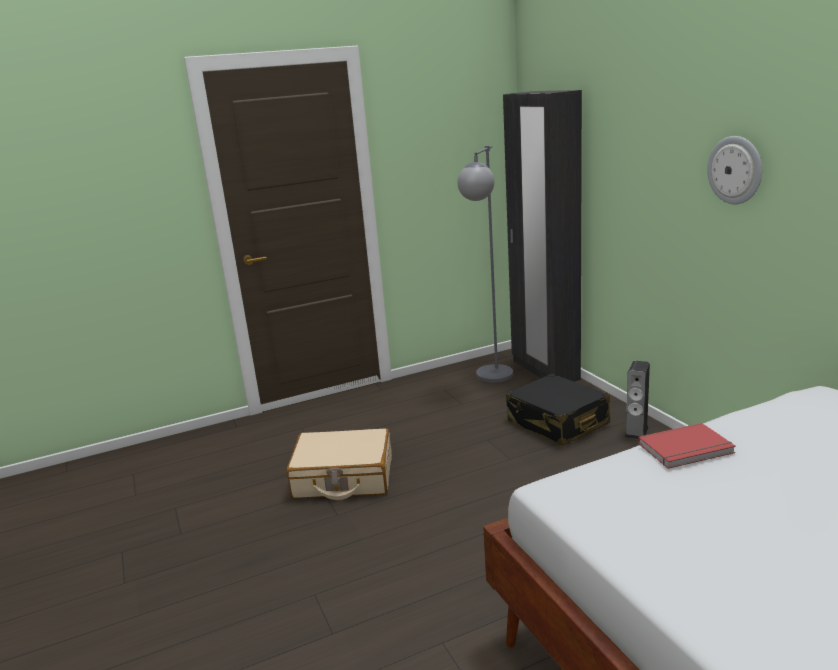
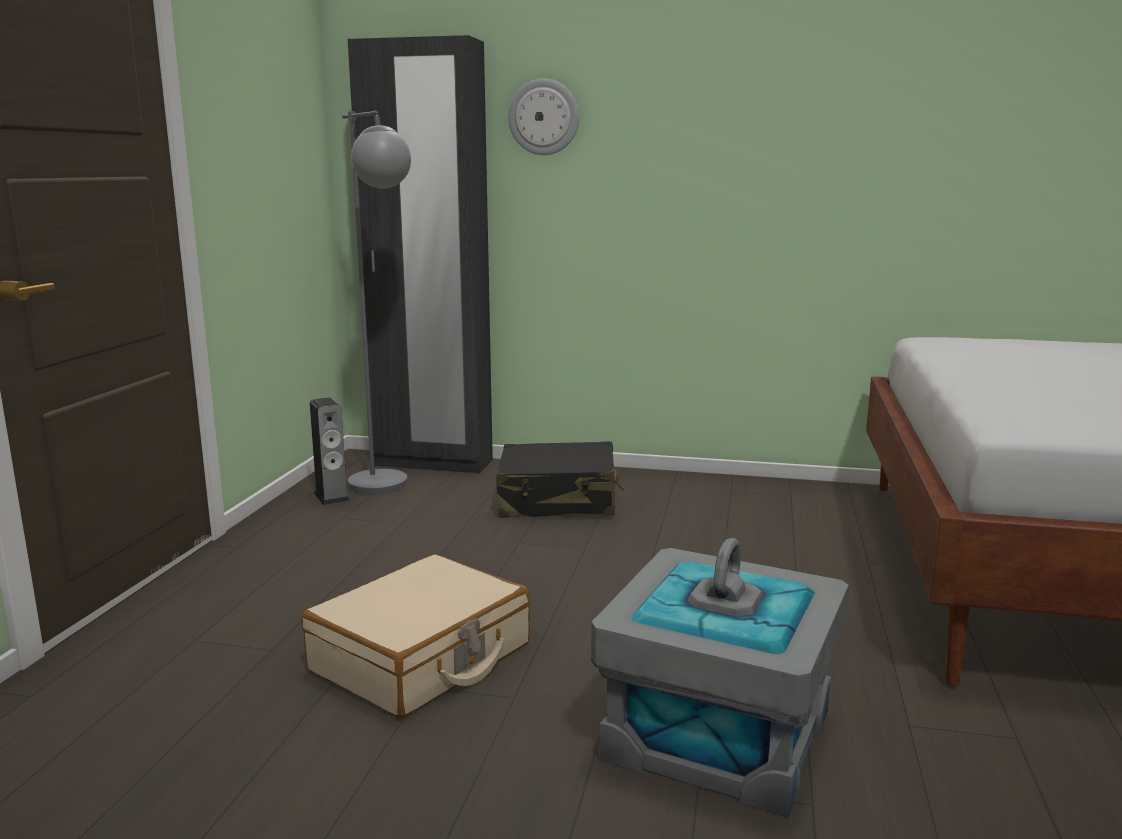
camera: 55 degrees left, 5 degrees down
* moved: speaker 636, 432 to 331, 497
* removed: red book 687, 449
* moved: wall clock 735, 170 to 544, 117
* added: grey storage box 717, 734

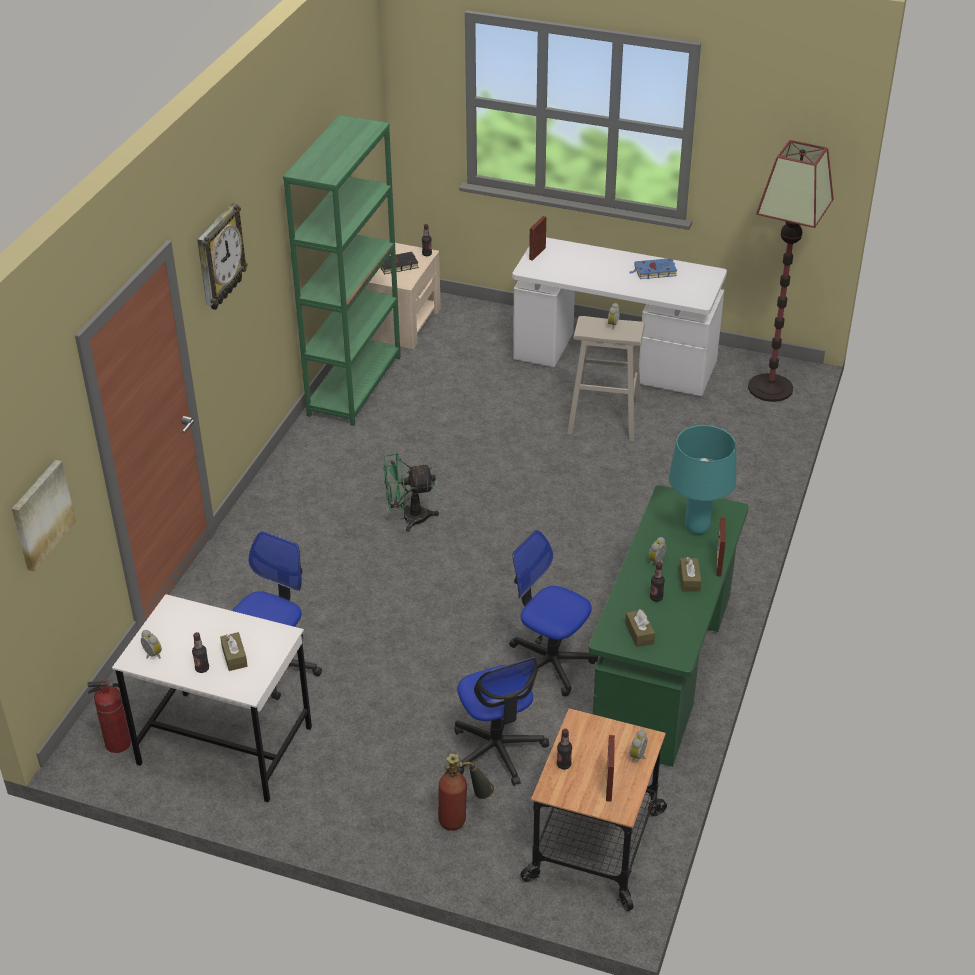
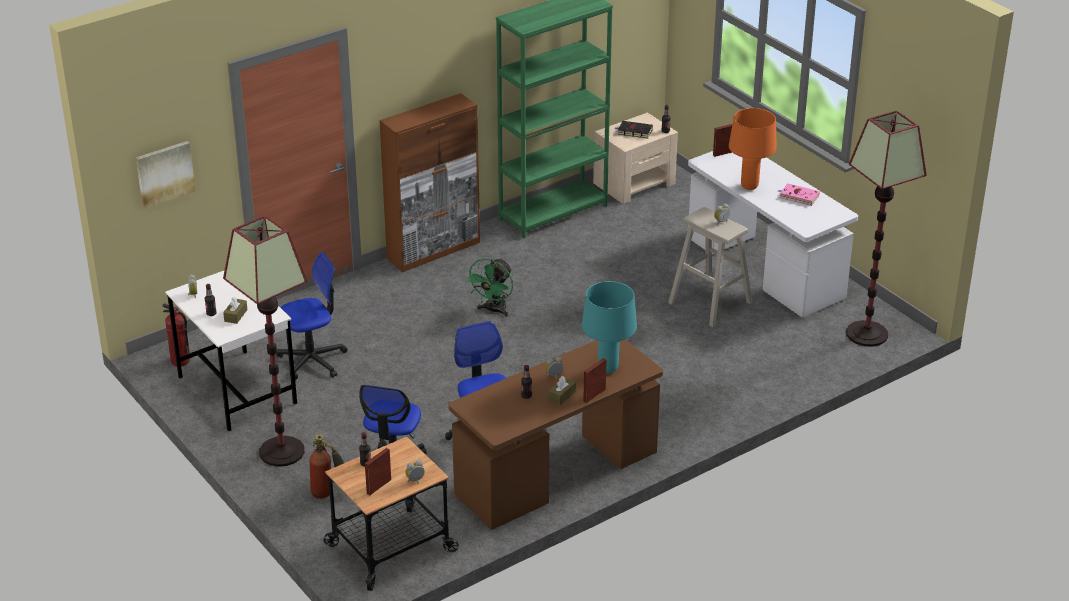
camera: 35 degrees right, 5 degrees down
* removed: wall clock 219, 257
* turned: green fan 408, 518 = 493, 310 90 degrees counterclockwise
* recoloured: green desk 664, 669 to brown desk 556, 475
* removed: brown tissue box 639, 633
* recoloured: blue book 654, 271 to pink book 798, 196
* added: floor lamp 281, 452
* added: brown cabinet 434, 250
* added: orange table lamp 749, 186

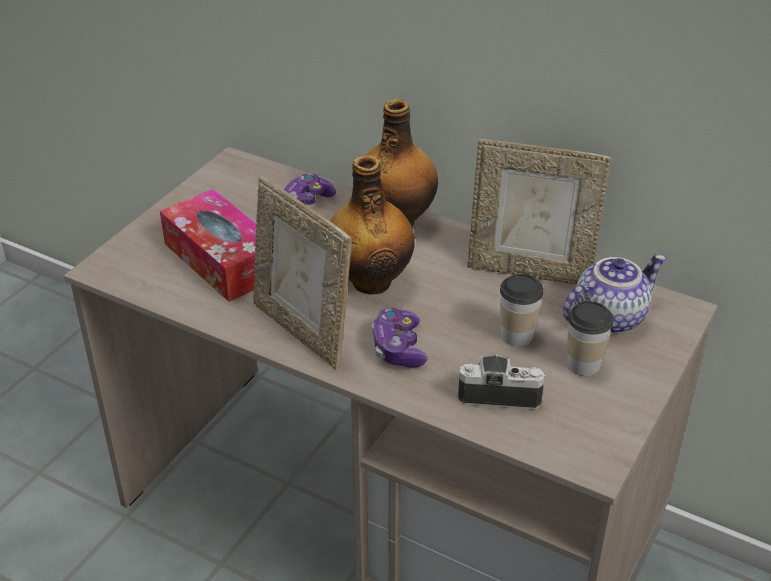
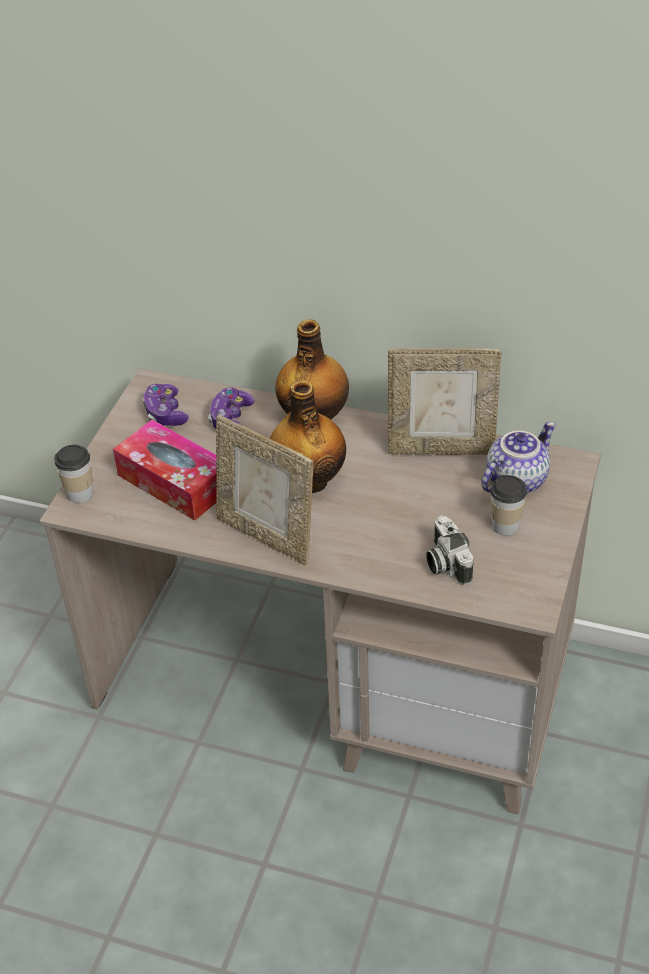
camera: 10 degrees left, 5 degrees up
* moved: game controller 398, 348 to 165, 413
* turned: photo camera 500, 394 = 445, 563 105 degrees counterclockwise
* moved: cup 517, 335 to 80, 493

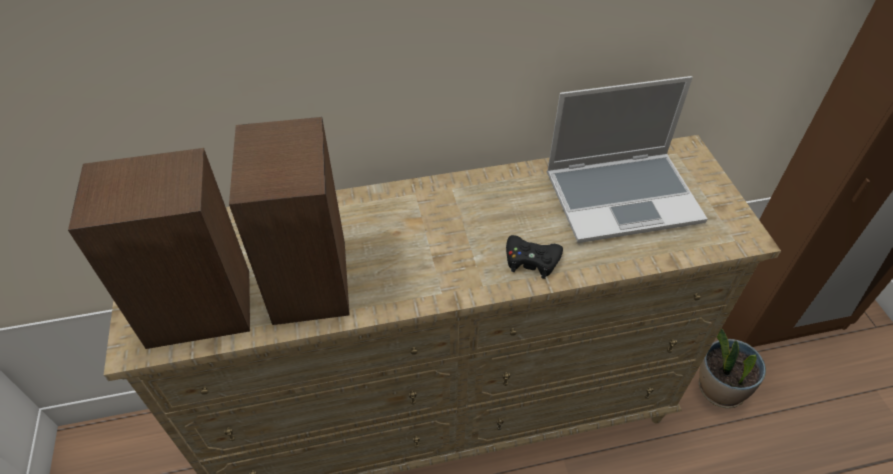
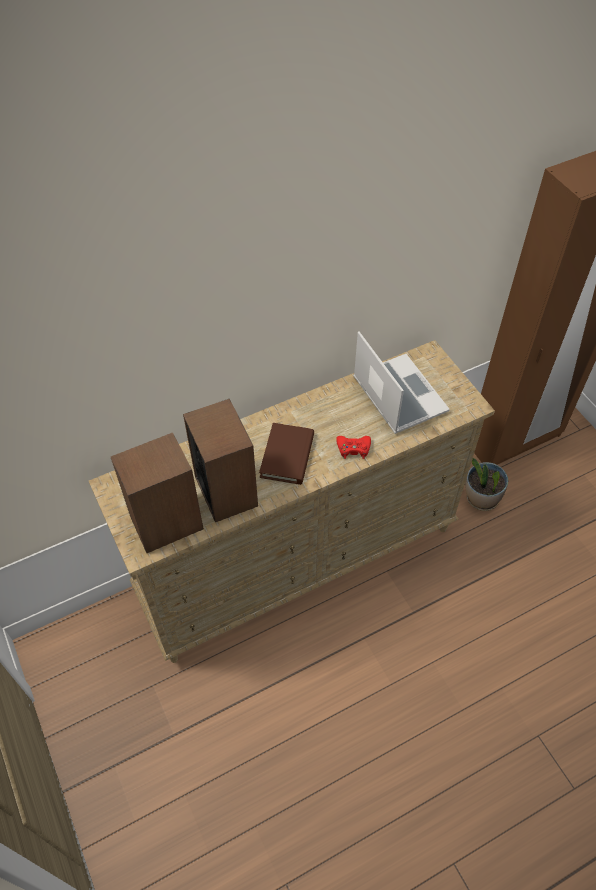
camera: 15 degrees left, 5 degrees up
* recoloured: black game controller 531, 260 to red game controller 353, 449
* turned: laptop 623, 197 = 397, 394 90 degrees counterclockwise
* added: brown book 287, 456

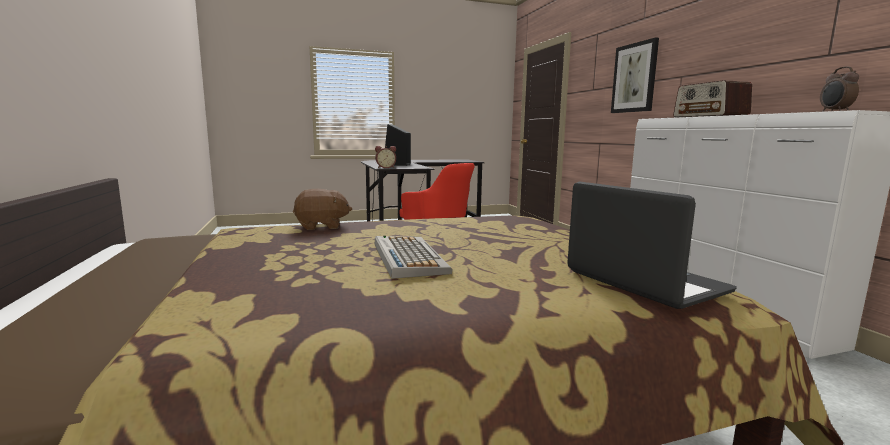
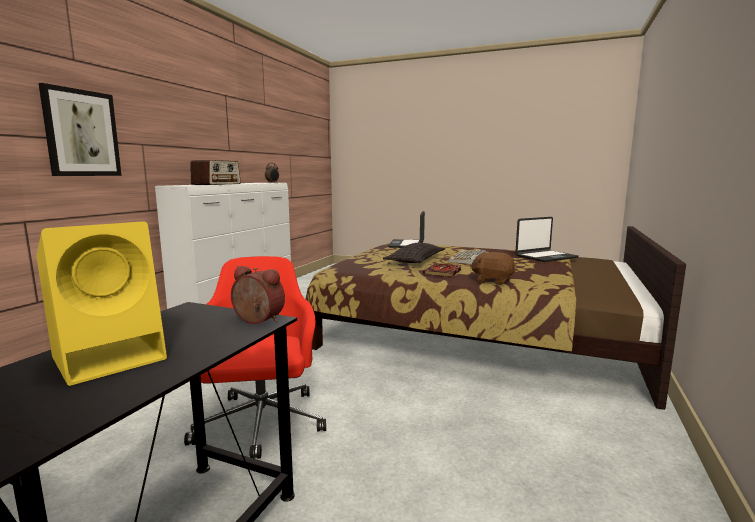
camera: 140 degrees left, 0 degrees up
* recoloured: black speaker 397, 164 to yellow speaker 113, 357
* added: pillow 415, 260
* added: book 443, 272
* added: laptop 545, 257

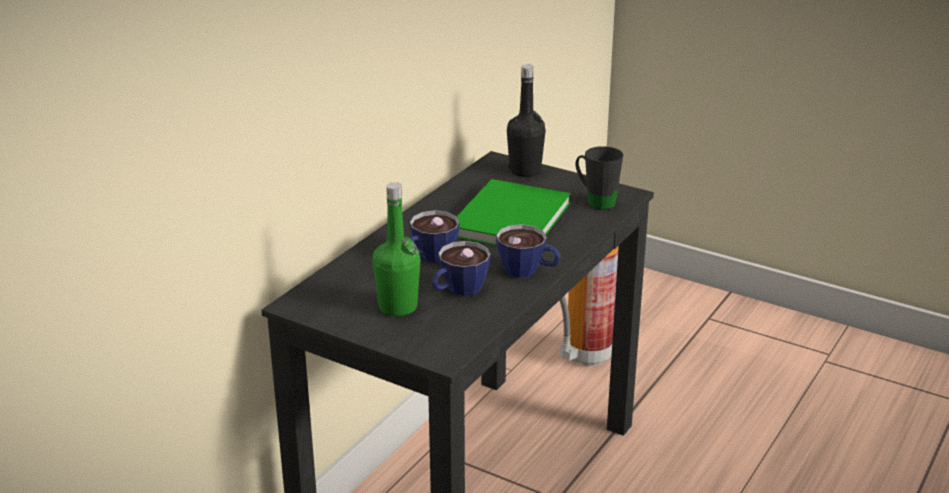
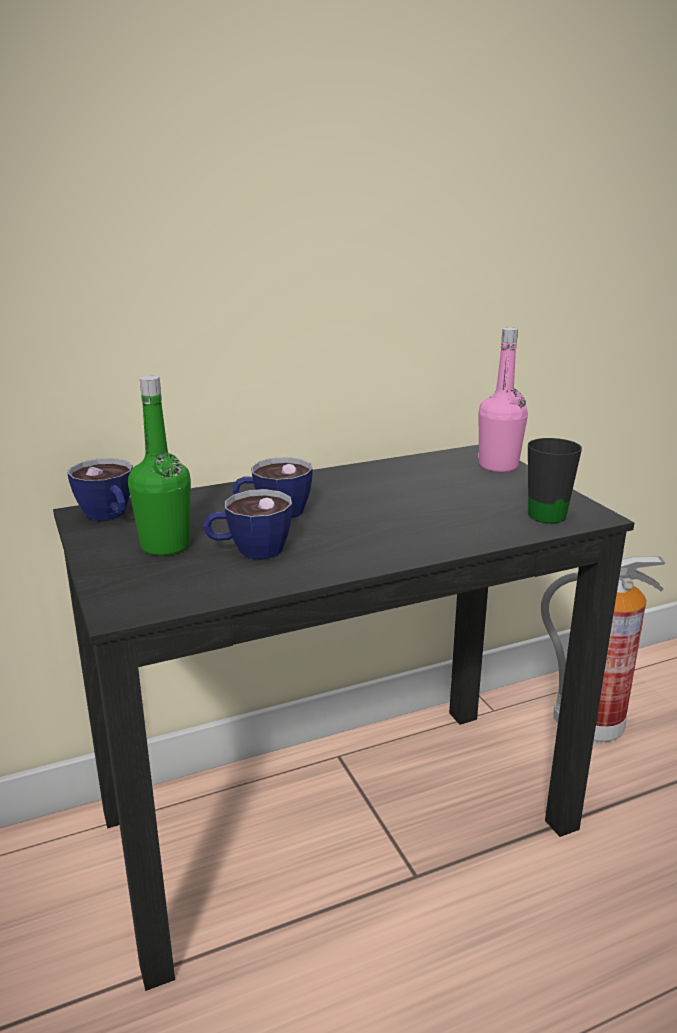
camera: 35 degrees right, 5 degrees down
* removed: green book 505, 220
* moved: cup 528, 271 to 109, 516
* recoloured: black bottle 525, 171 to pink bottle 498, 466

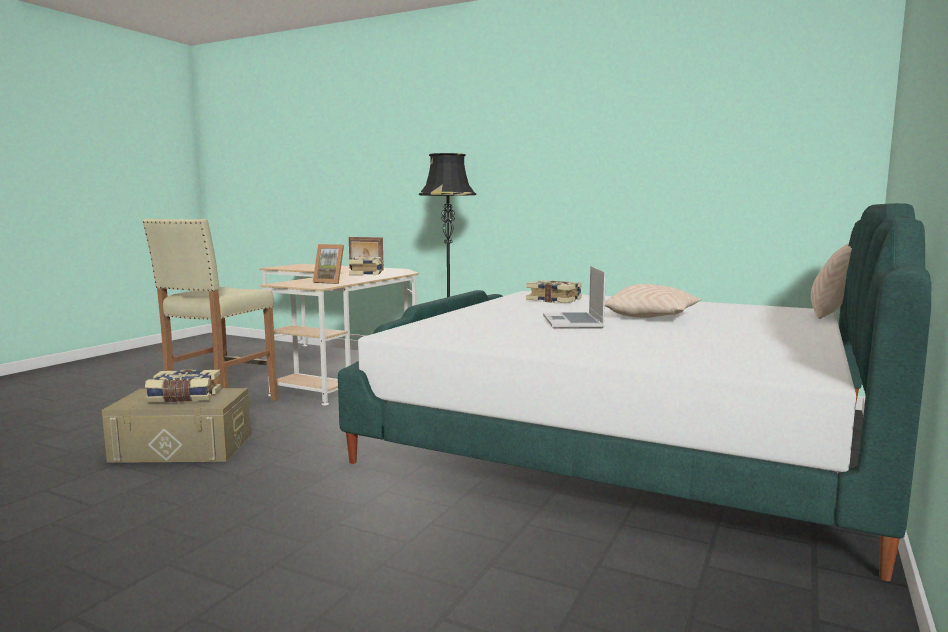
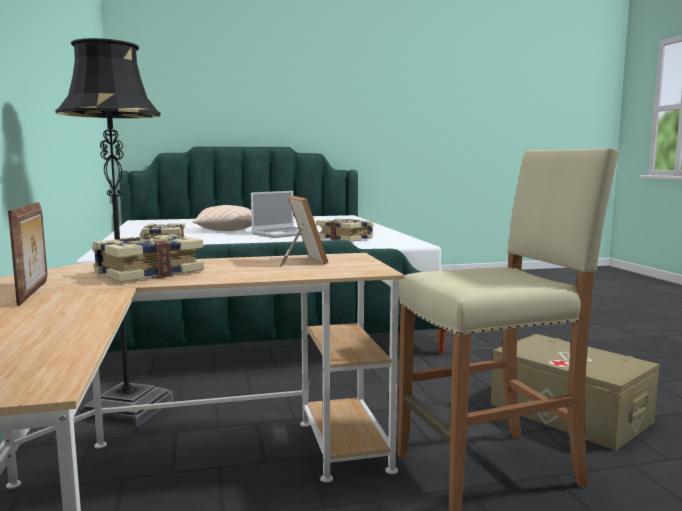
camera: 130 degrees left, 0 degrees up
* moved: book 184, 397 to 345, 238
* removed: beige pillow 830, 315

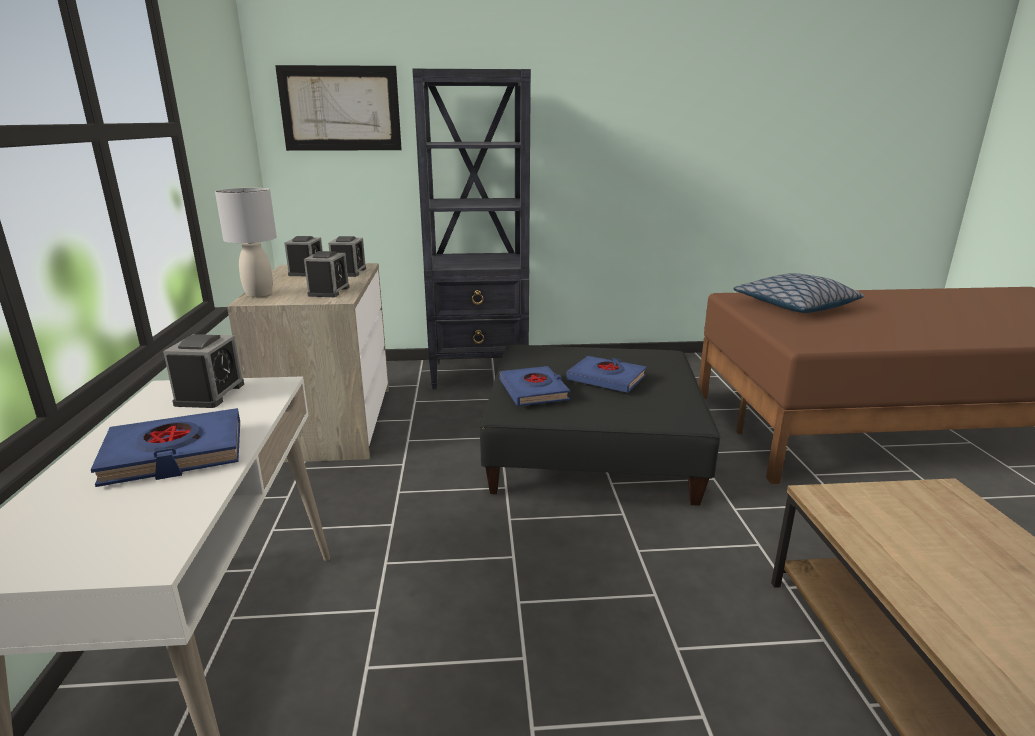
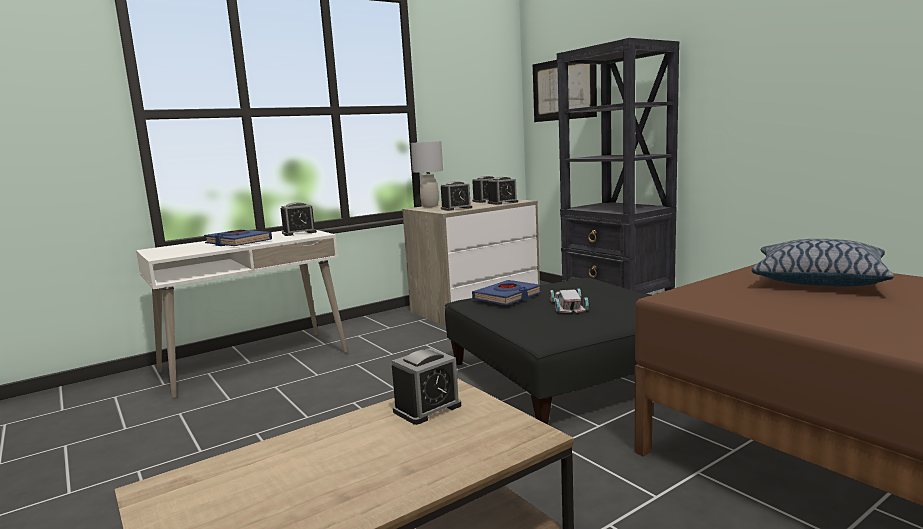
camera: 60 degrees right, 10 degrees down
* replaced: blue book 606, 379 to white toy car 569, 305
* added: alarm clock 427, 408

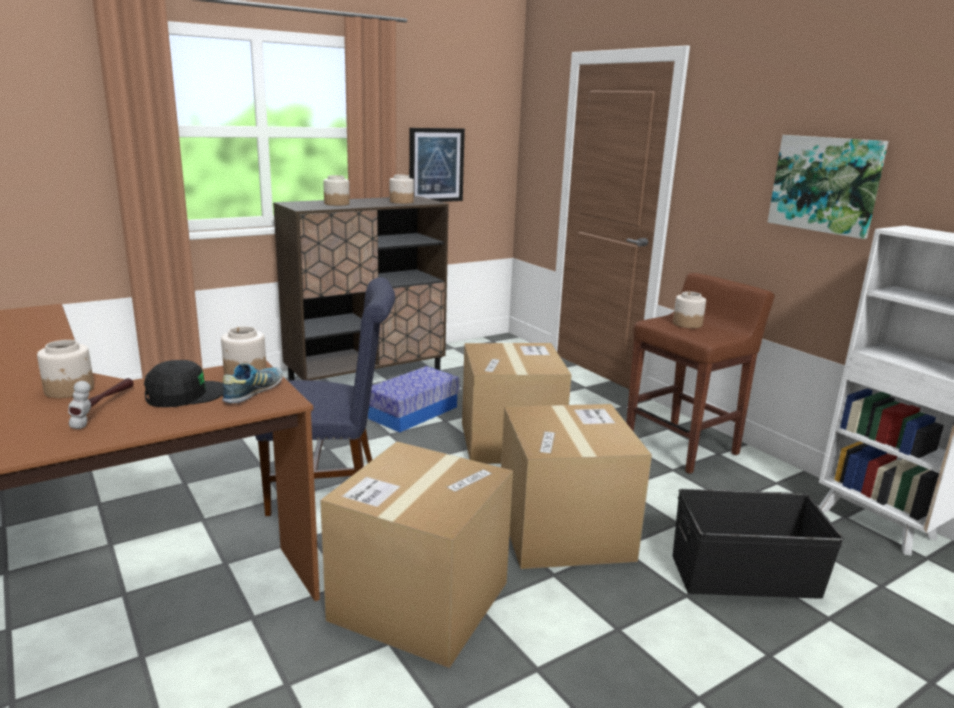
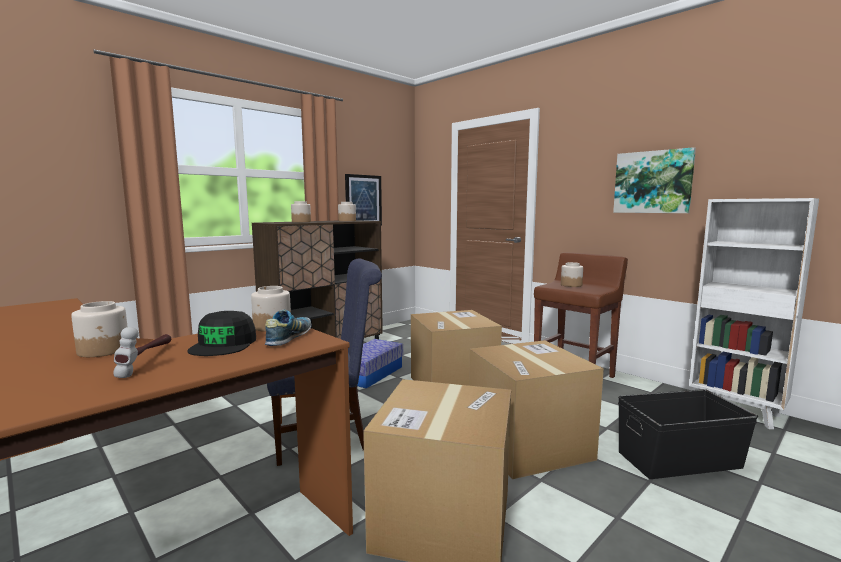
camera: 10 degrees left, 10 degrees down
* turned: black cap 185, 394 = 224, 344 135 degrees clockwise

